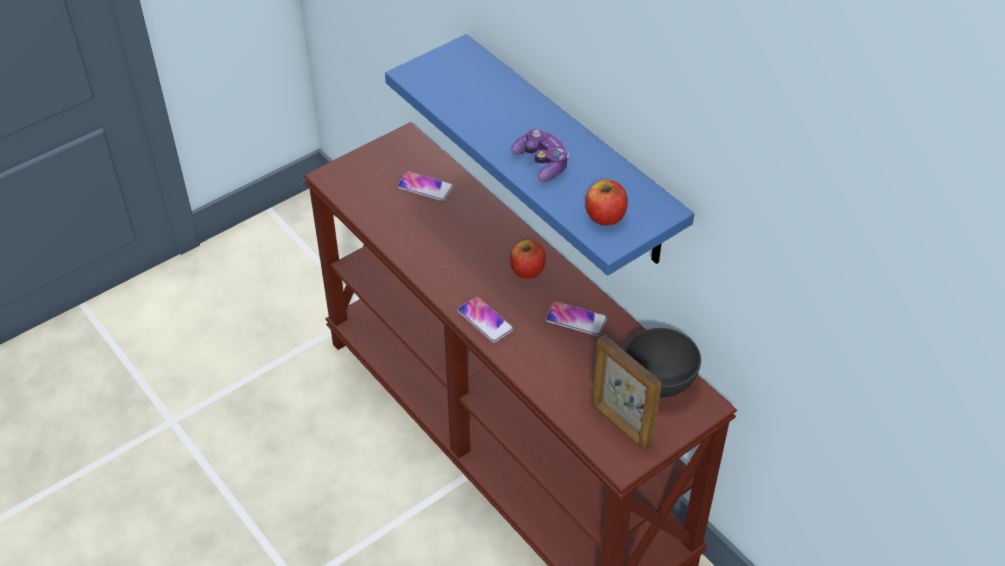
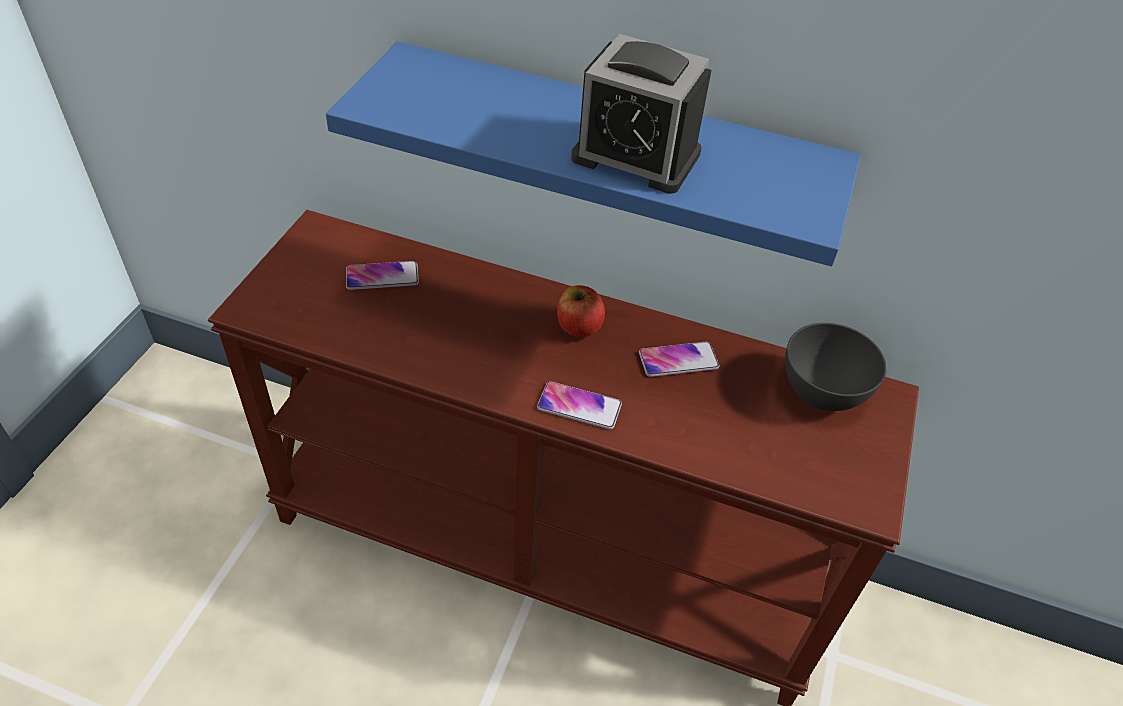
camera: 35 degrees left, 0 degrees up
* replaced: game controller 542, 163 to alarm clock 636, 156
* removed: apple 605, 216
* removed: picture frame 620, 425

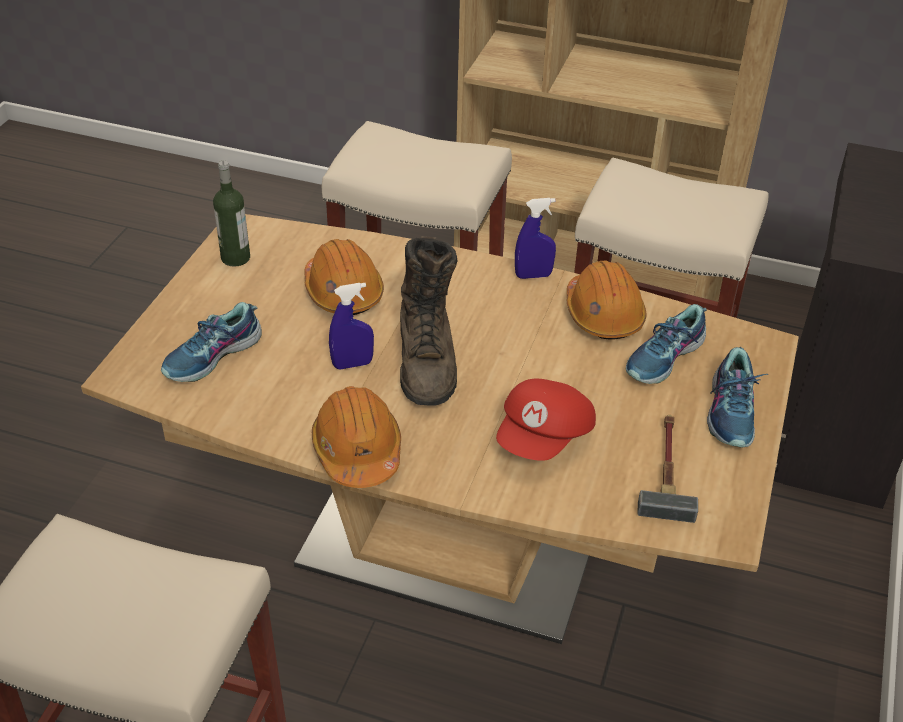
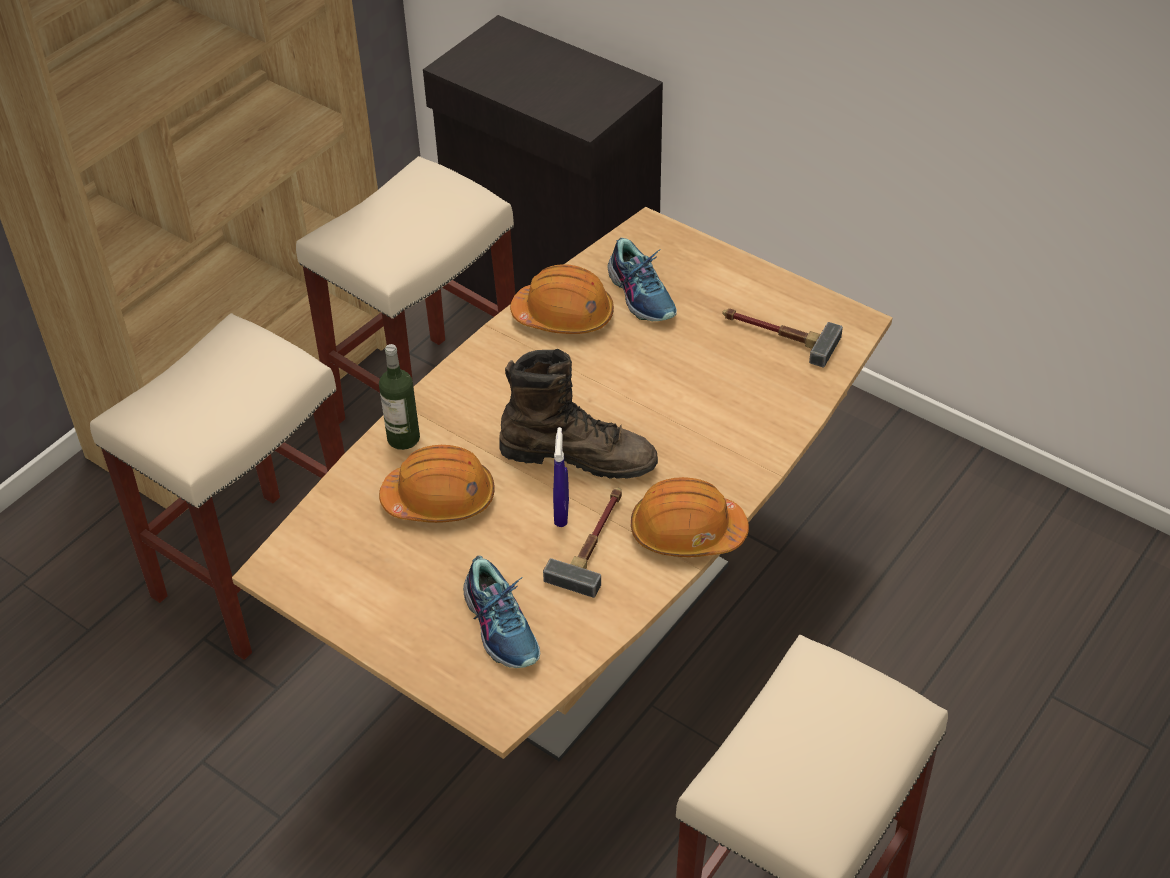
camera: 70 degrees left, 5 degrees up
* moved: bottle 235, 258 to 403, 438
* removed: red cap 544, 437
* removed: blue spray bottle 533, 275
* removed: shoe 732, 412
* added: hammer 594, 541

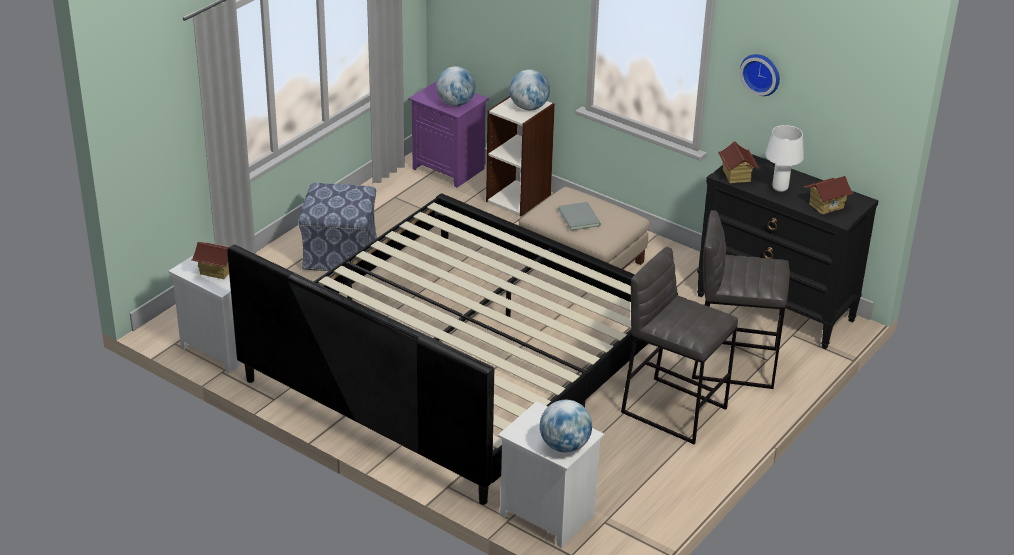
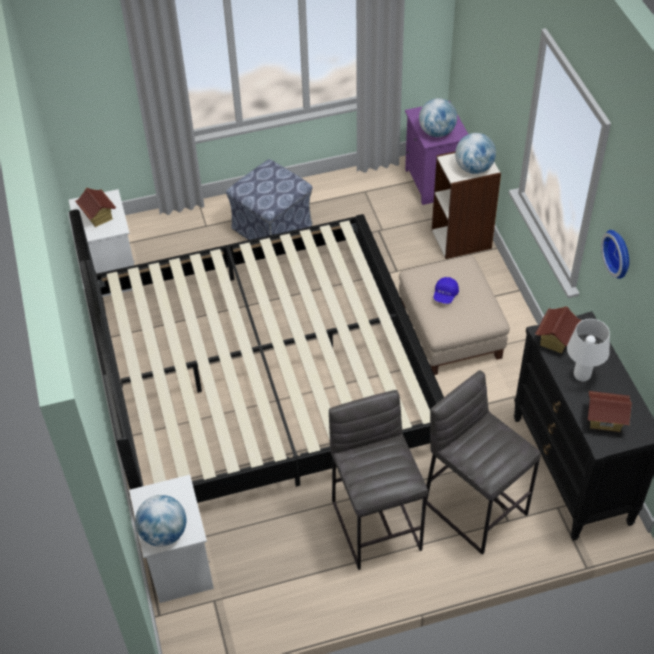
camera: 40 degrees right, 15 degrees up
* replaced: grey book 579, 216 to blue cap 445, 295

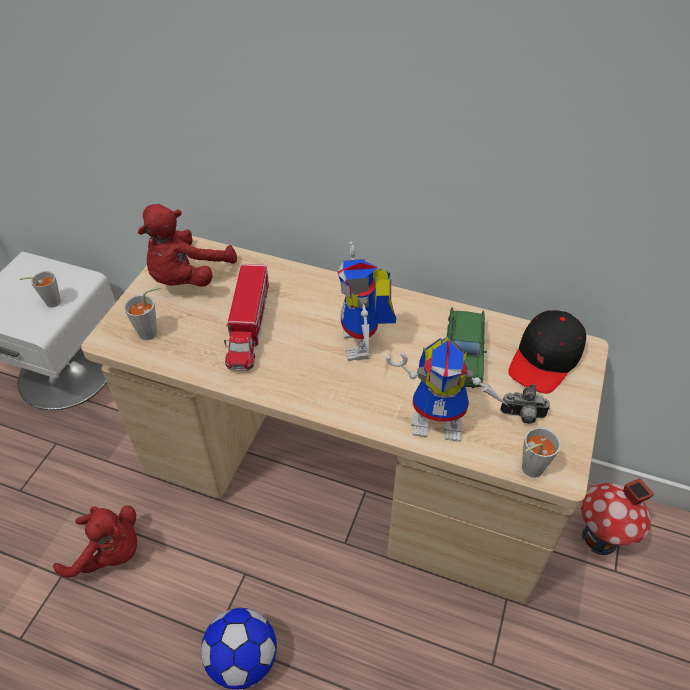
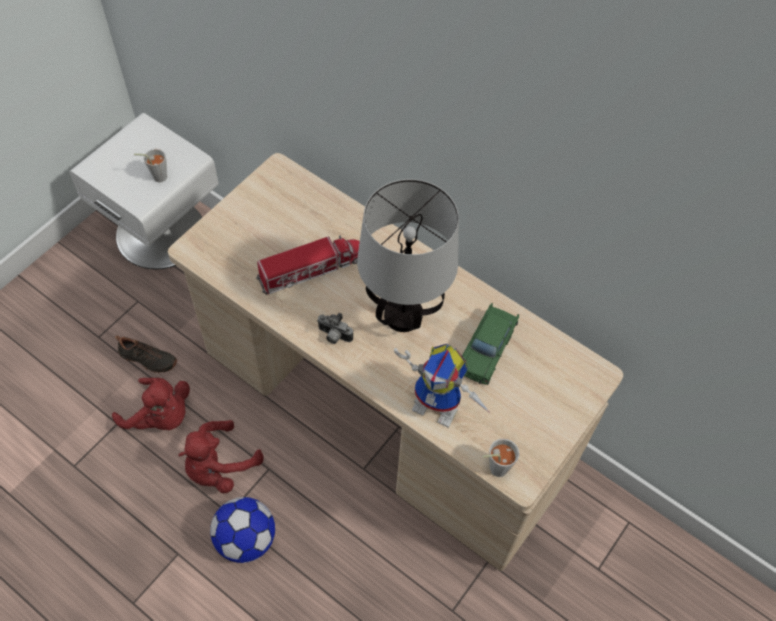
camera: 15 degrees right, 10 degrees up
* removed: grey cup 152, 332
* moved: red plush toy 187, 277 to 219, 467
* turned: toy truck 248, 327 = 311, 270 135 degrees counterclockwise
* replaced: toy robot 364, 345 to table lamp 404, 316
* moved: photo camera 522, 416 to 333, 336
* removed: black cap 545, 359
* removed: toy house 600, 538
* added: black shoe 147, 360

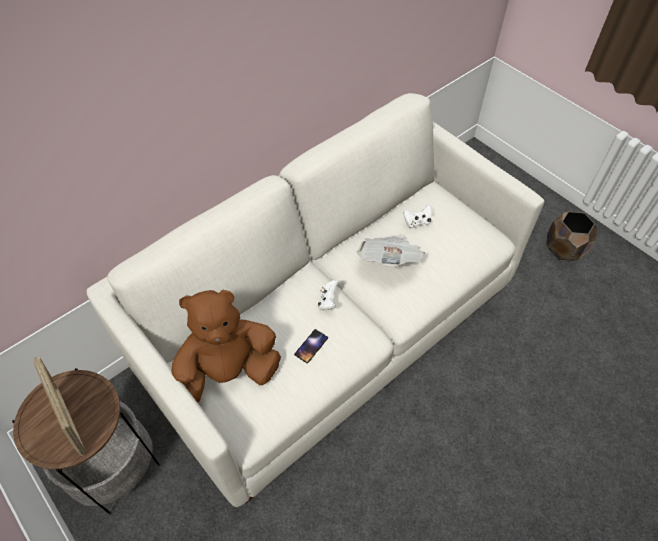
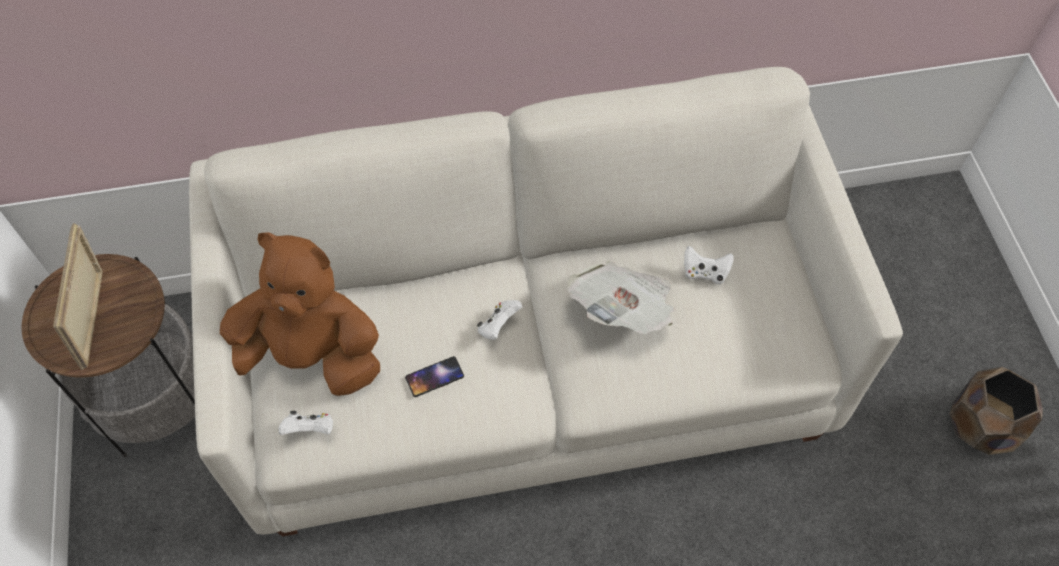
camera: 30 degrees right, 5 degrees up
* added: white game controller 310, 429

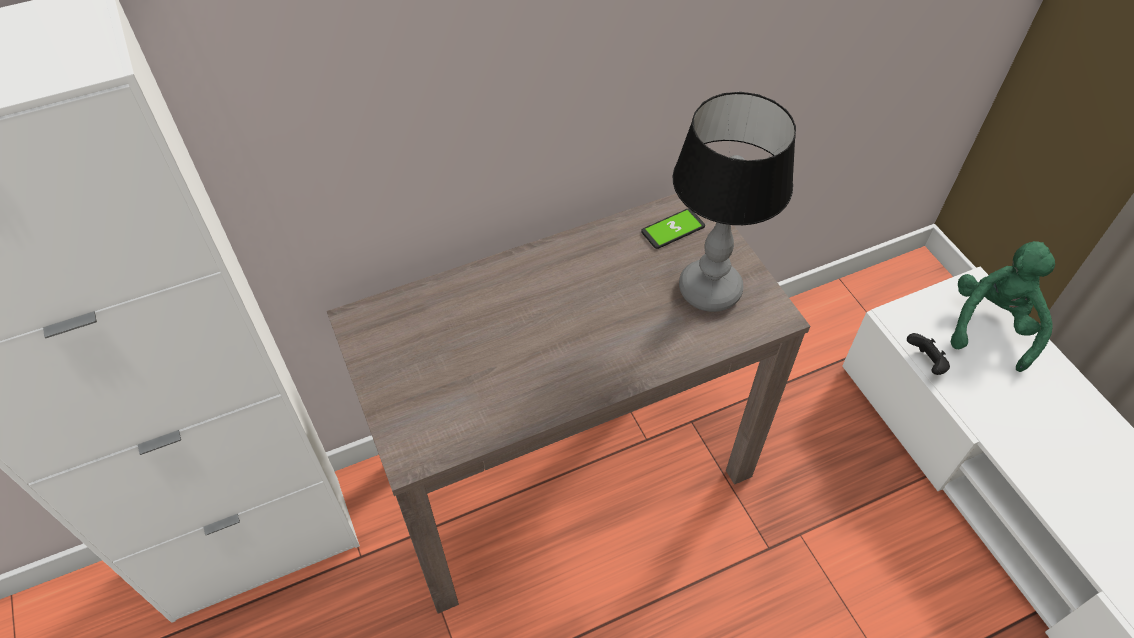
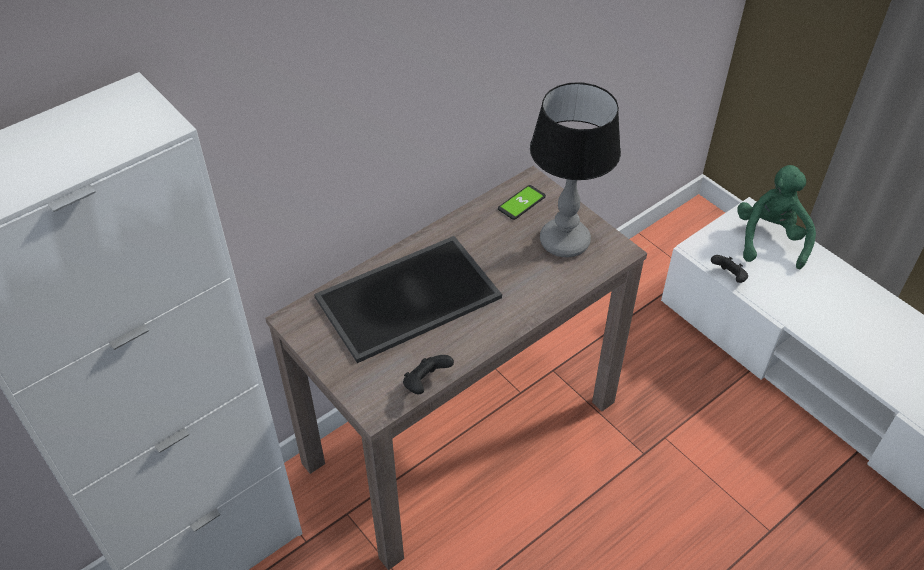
camera: 15 degrees left, 5 degrees down
* added: tray 408, 295
* added: black game controller 426, 383

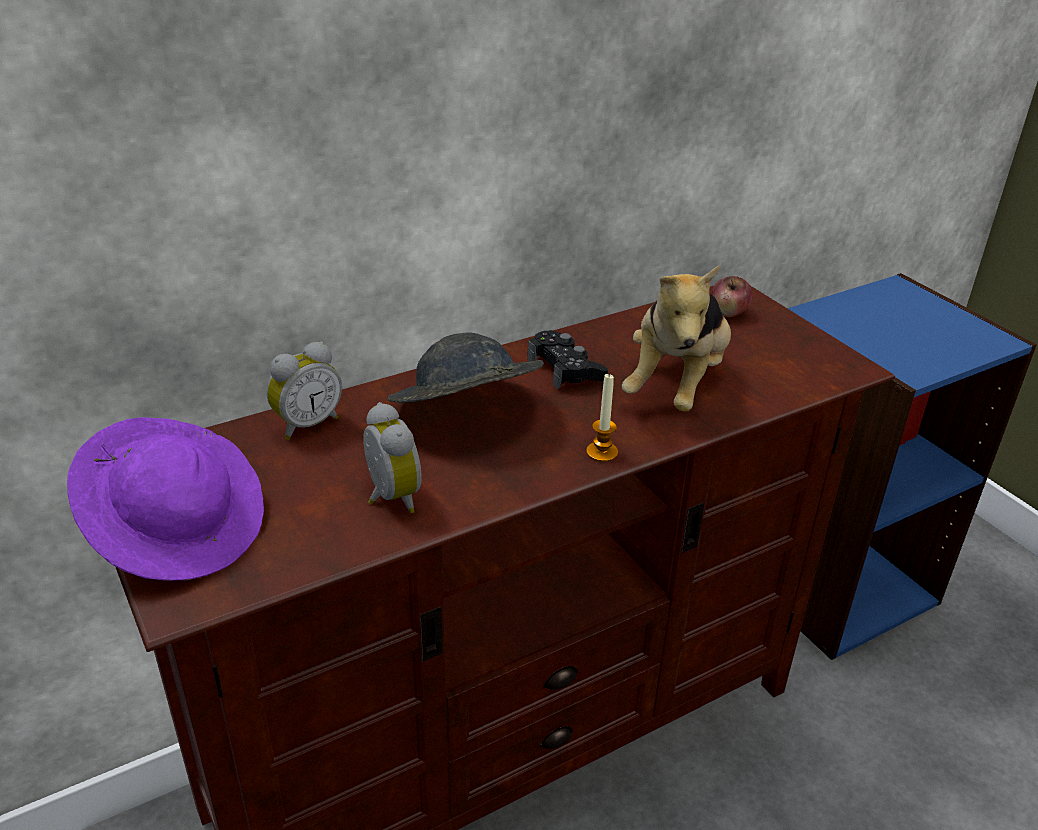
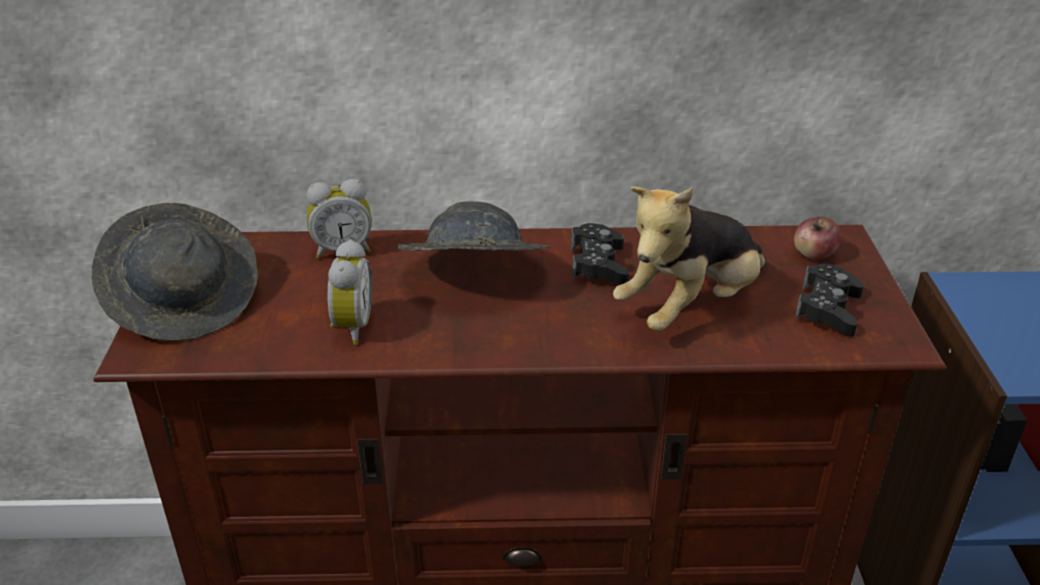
camera: 30 degrees right, 0 degrees up
* recoloured: purple hat 179, 529 to grey hat 185, 301
* removed: candle 602, 452
* added: black game controller 828, 309

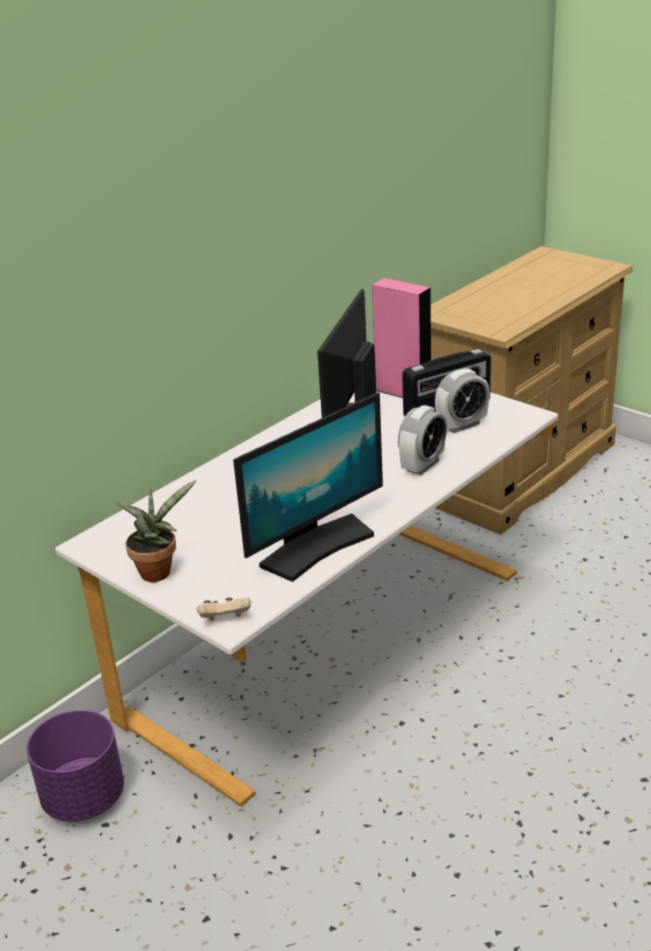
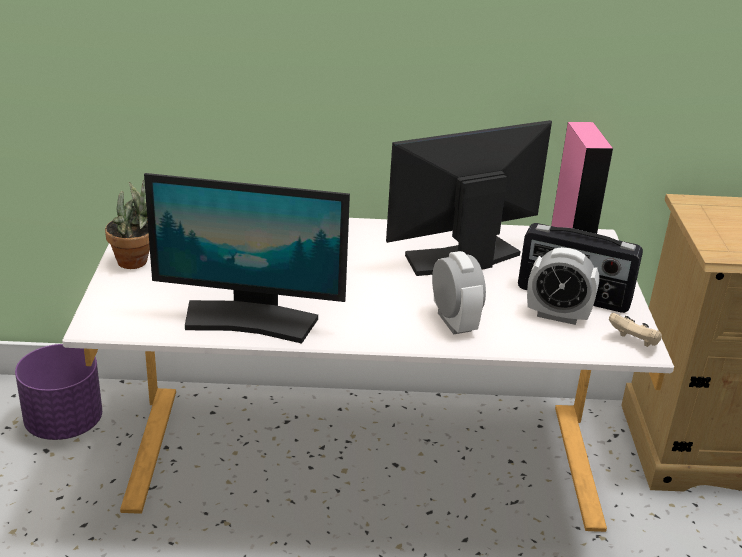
camera: 45 degrees right, 0 degrees up
* moved: beige game controller 225, 619 to 633, 342
* turned: alarm clock 422, 465 = 454, 322 105 degrees counterclockwise

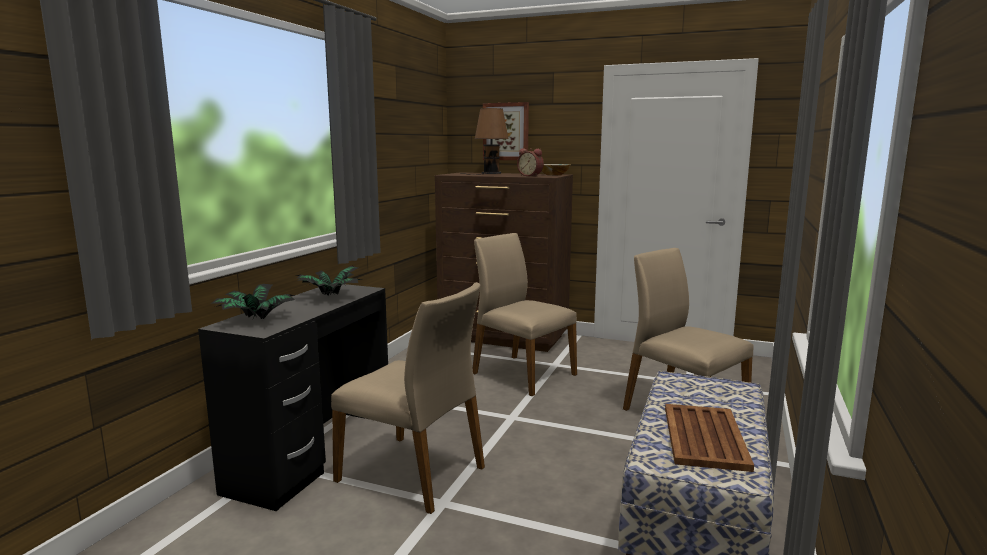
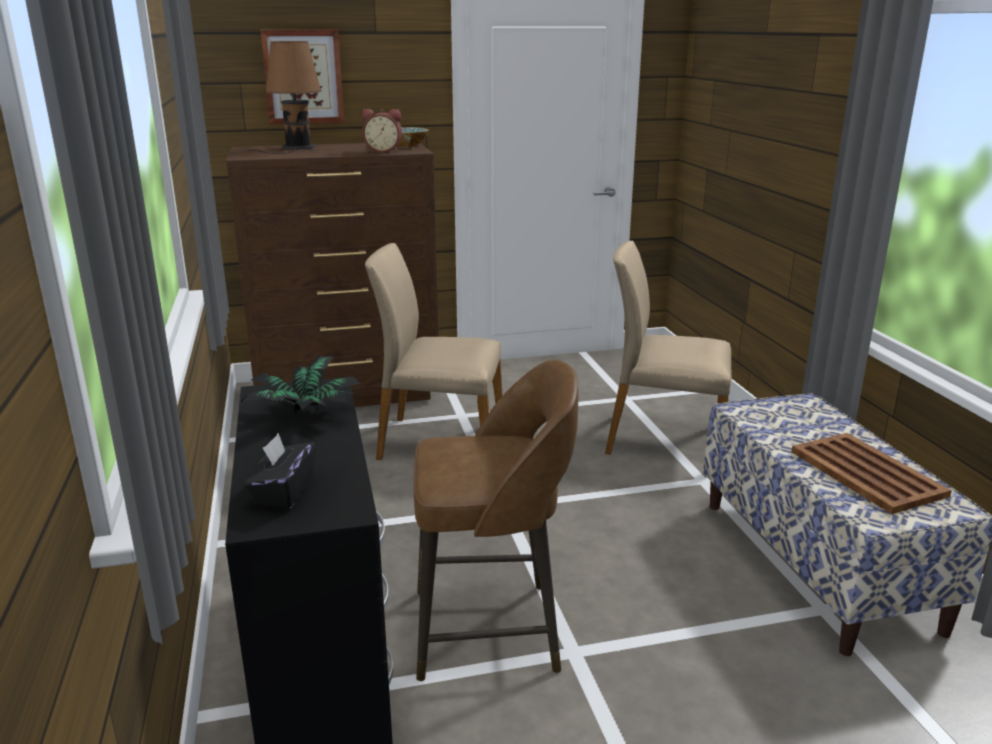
camera: 35 degrees left, 10 degrees up
* replaced: potted plant 255, 319 to black tissue box 283, 493
* replaced: beige chair 413, 473 to brown stool 491, 630

